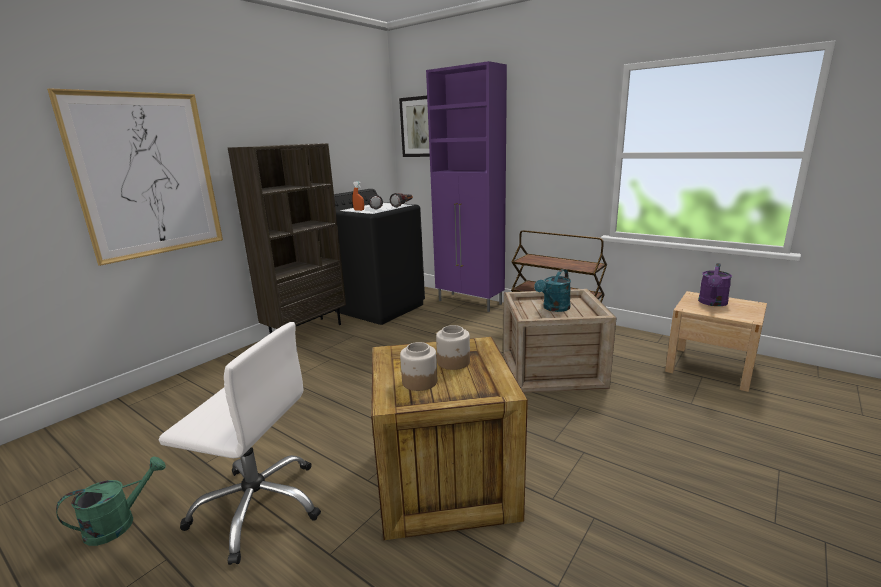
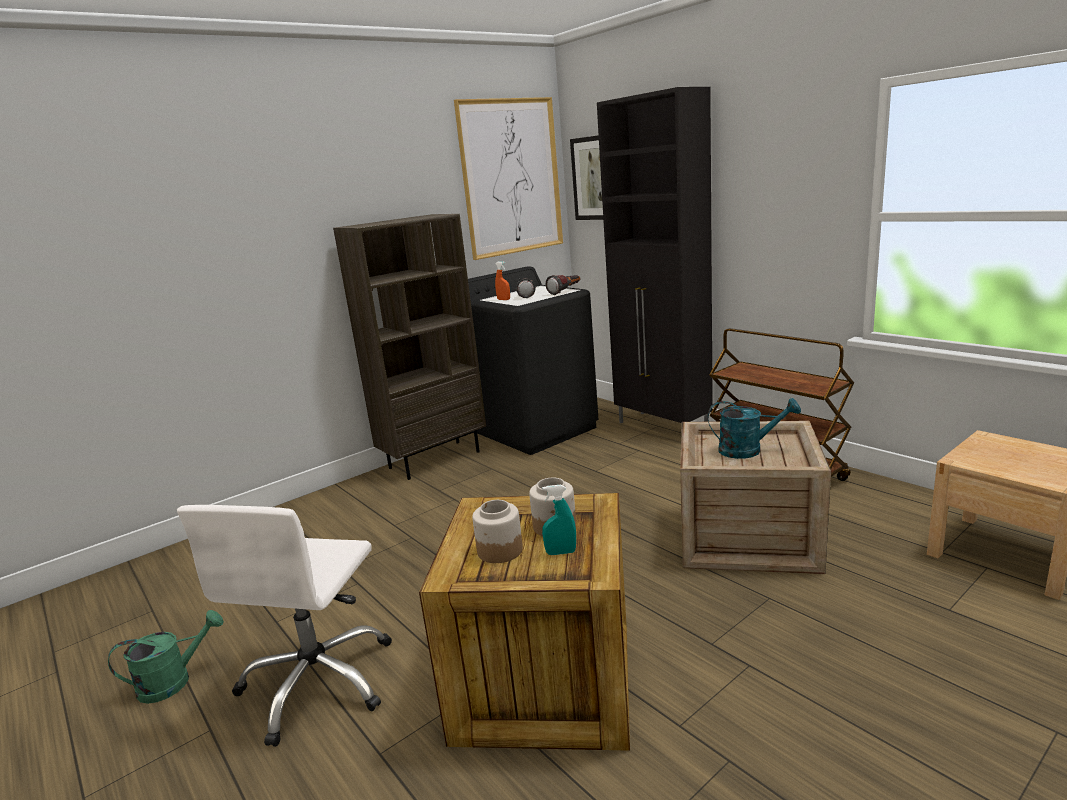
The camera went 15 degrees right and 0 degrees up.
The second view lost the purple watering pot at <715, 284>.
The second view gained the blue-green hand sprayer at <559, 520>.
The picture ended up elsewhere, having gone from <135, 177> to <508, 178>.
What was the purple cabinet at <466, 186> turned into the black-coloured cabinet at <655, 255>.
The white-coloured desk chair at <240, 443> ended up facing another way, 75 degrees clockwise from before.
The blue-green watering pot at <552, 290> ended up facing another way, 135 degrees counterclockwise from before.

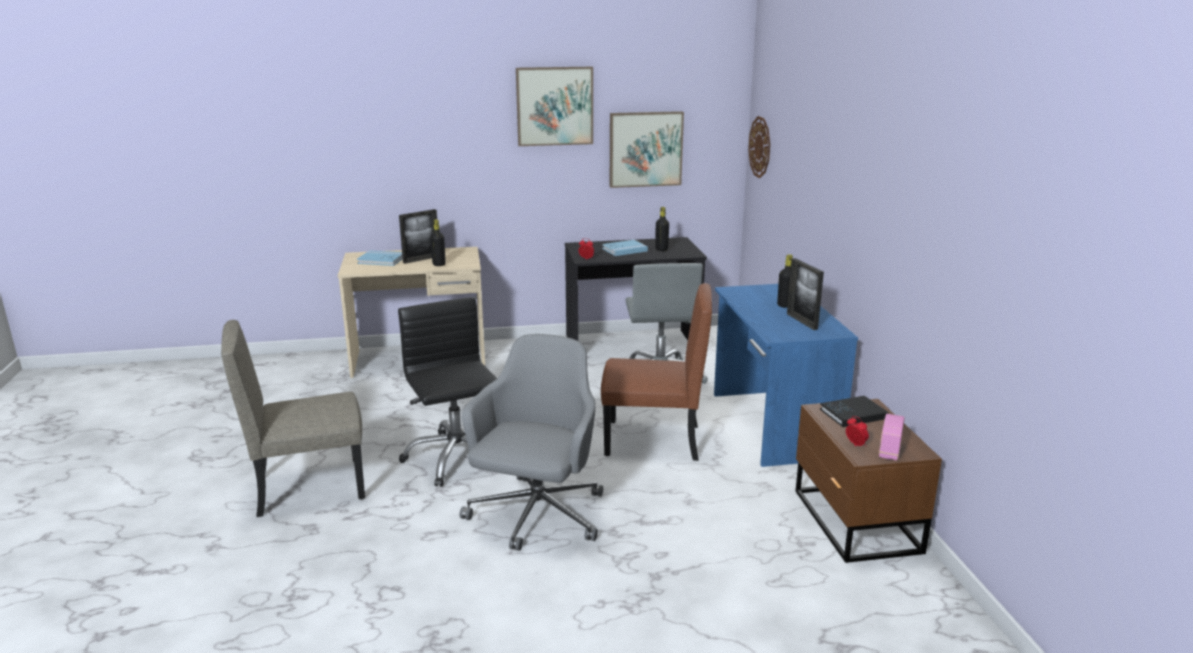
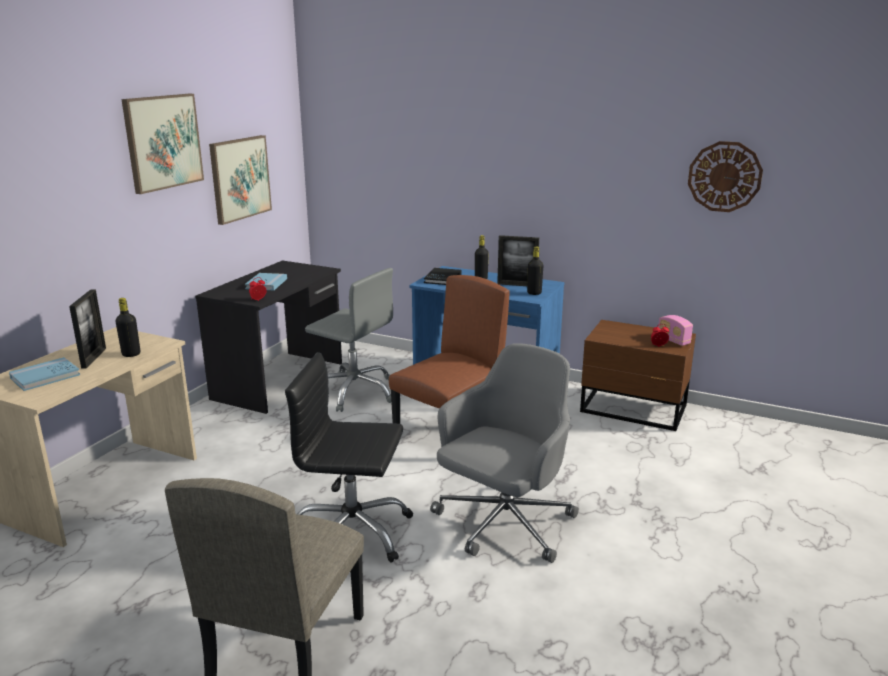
The camera went 55 degrees left and 0 degrees up.
The black-coloured bottle ended up elsewhere, having gone from <662, 229> to <535, 271>.
The clock on the wall ended up elsewhere, having gone from <759, 147> to <725, 176>.
The black-coloured book ended up elsewhere, having gone from <854, 411> to <442, 276>.
The gray desk chair at <531, 442> ended up facing another way, 75 degrees clockwise from before.

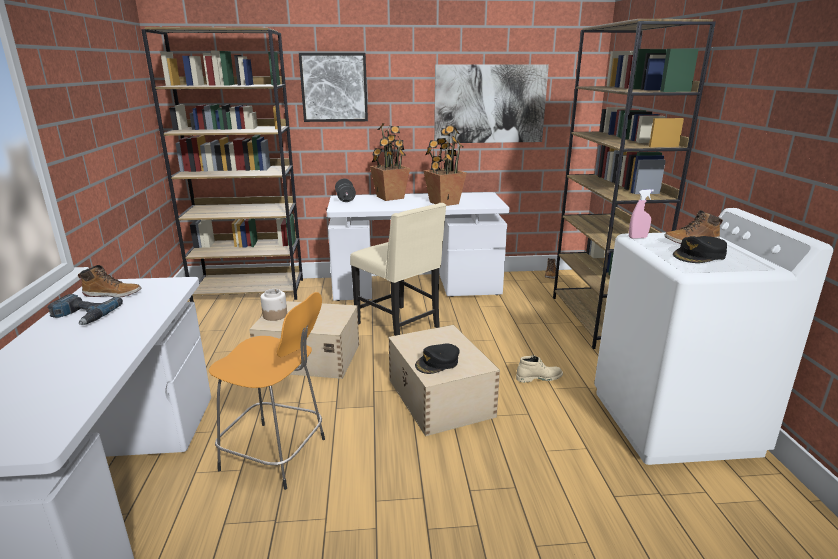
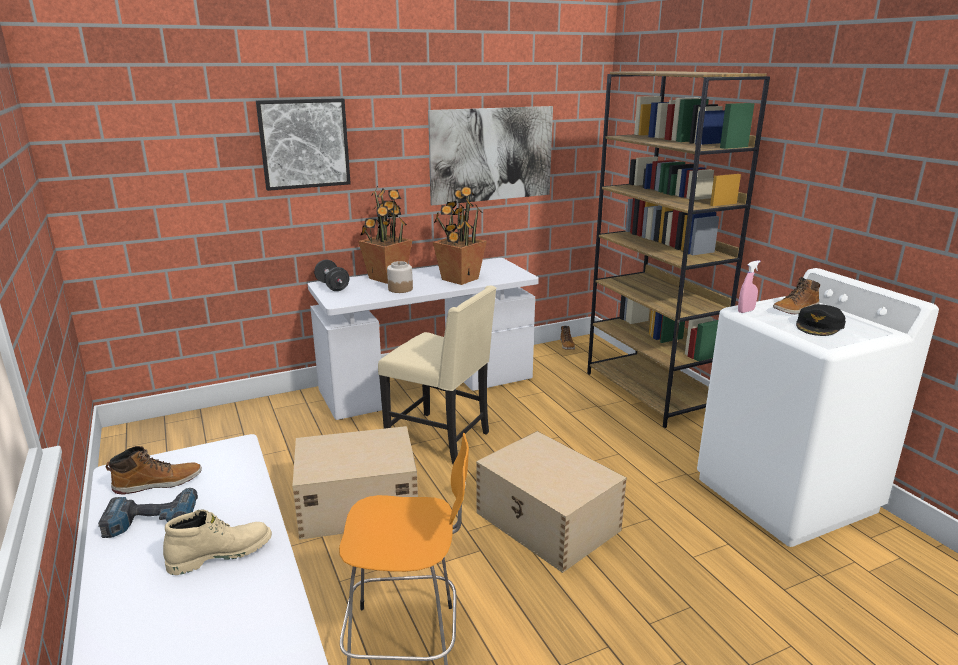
The camera went 20 degrees left and 0 degrees up.
The second view lost the brown-coloured shelving unit at <222, 164>.
The second view lost the black-coloured peaked cap at <437, 358>.
The preserve jar ended up elsewhere, having gone from <273, 305> to <400, 277>.
The beige high-top boot ended up elsewhere, having gone from <539, 369> to <217, 542>.

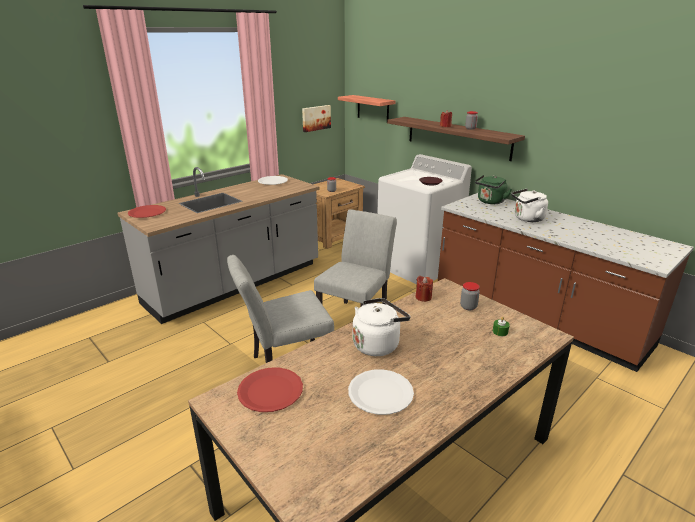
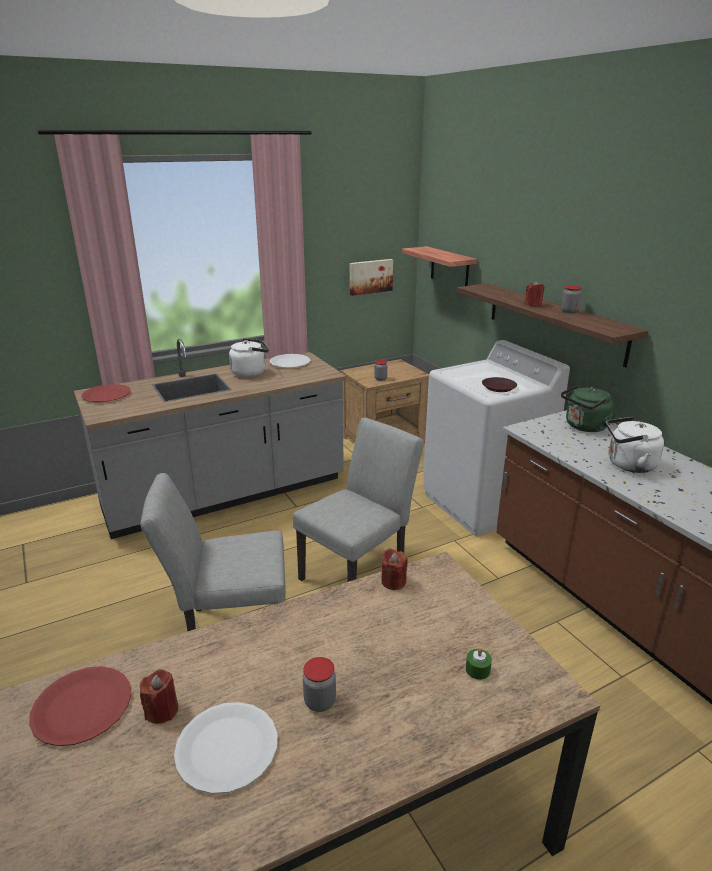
The camera went 15 degrees right and 0 degrees up.
The second view gained the red wax light at <159, 696>.
The white-coloured kettle ended up elsewhere, having gone from <381, 327> to <249, 357>.
The preserve jar ended up elsewhere, having gone from <470, 296> to <319, 684>.

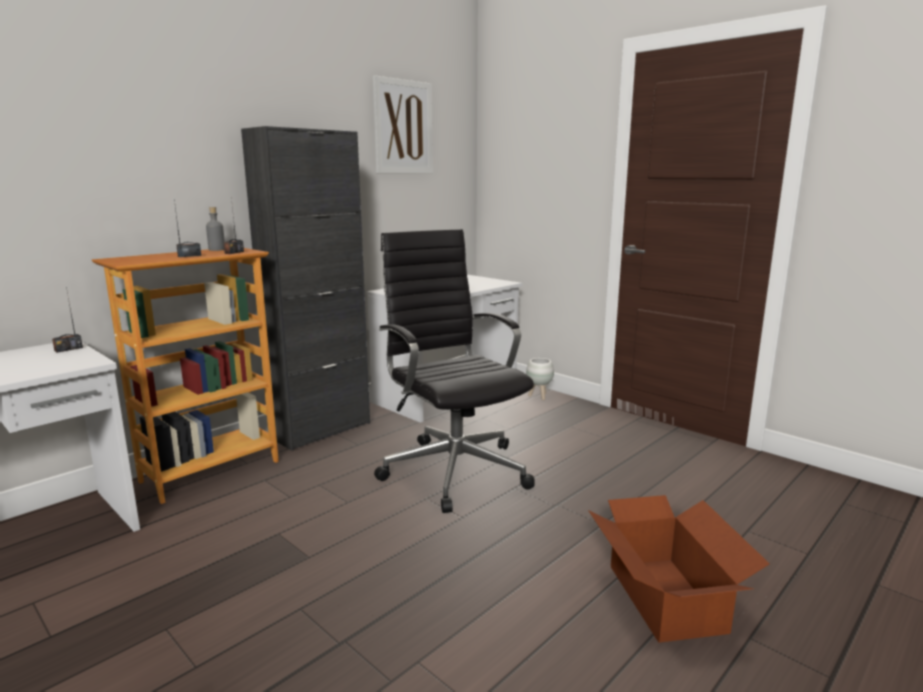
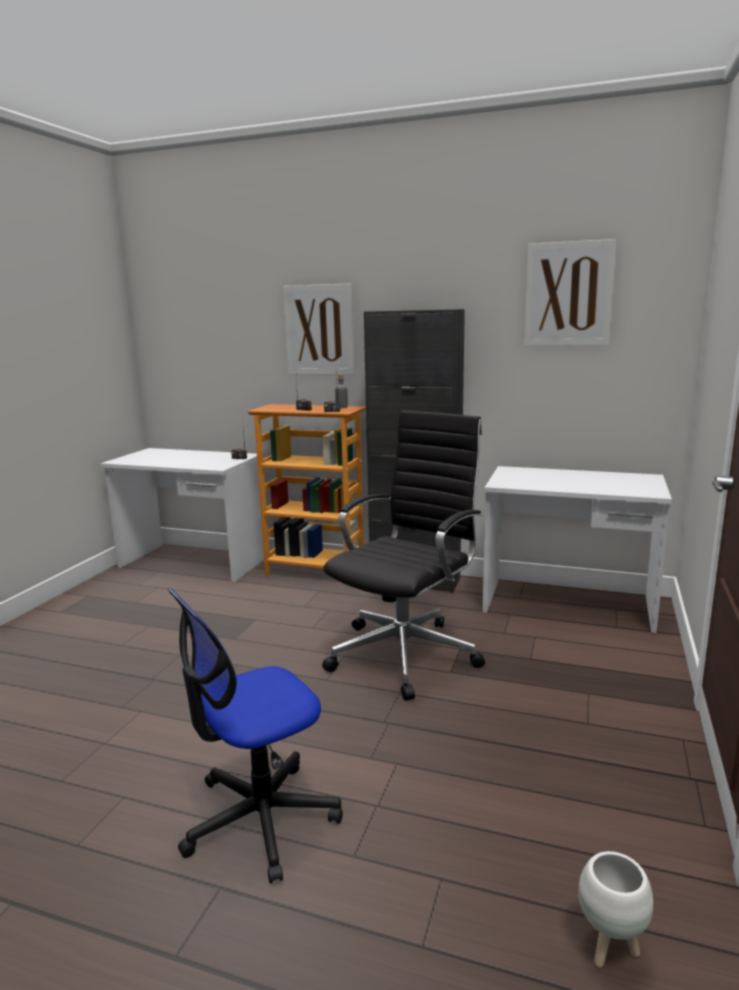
The camera went 65 degrees right and 0 degrees up.
The second view gained the picture at <319, 329>.
The white-coloured plant pot ended up elsewhere, having gone from <540, 379> to <615, 909>.
Where the packing box stood at <679, 569>, the desk chair came to stand at <255, 736>.

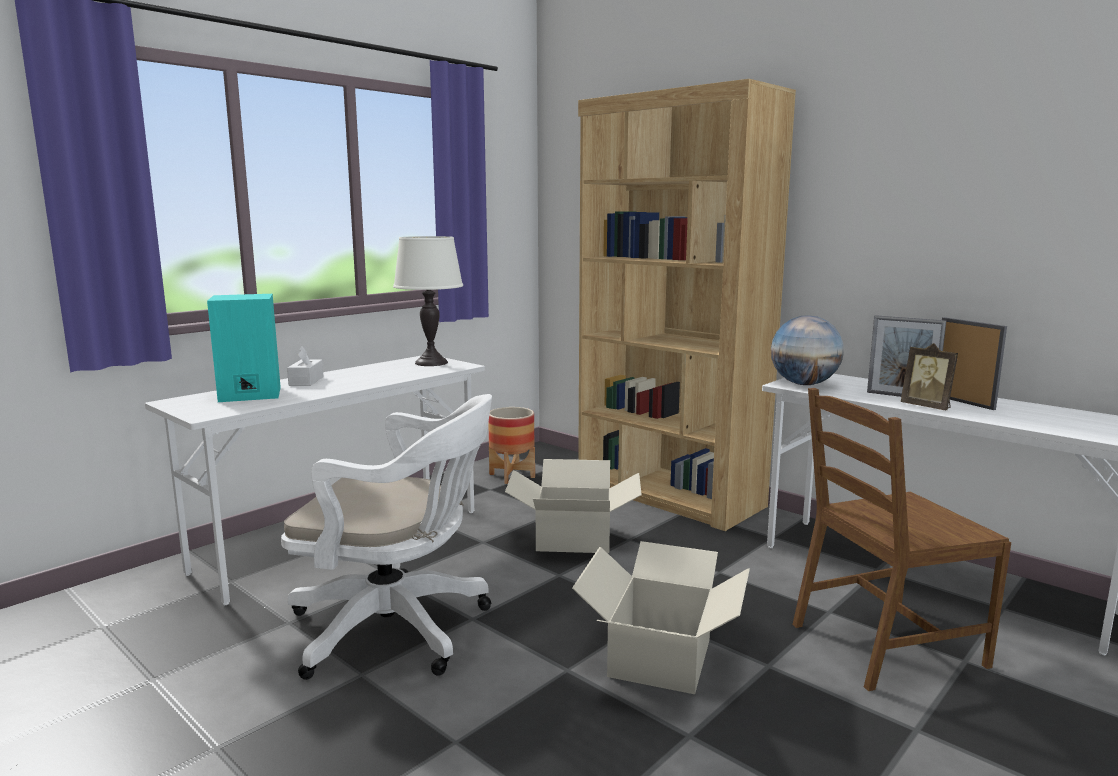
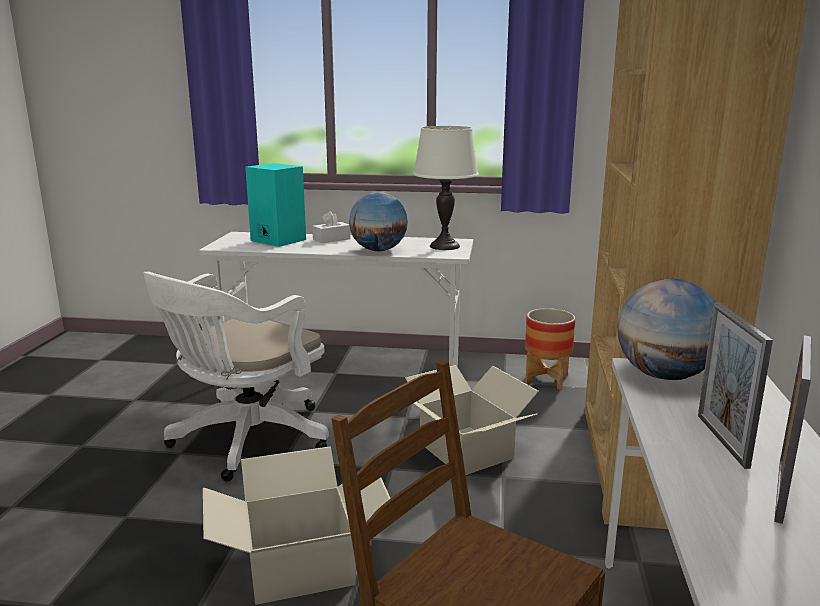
The camera went 55 degrees right and 5 degrees up.
The second view lost the standing frame at <929, 376>.
The second view gained the world globe at <378, 221>.
The white-coloured desk chair at <386, 537> ended up facing another way, 60 degrees clockwise from before.

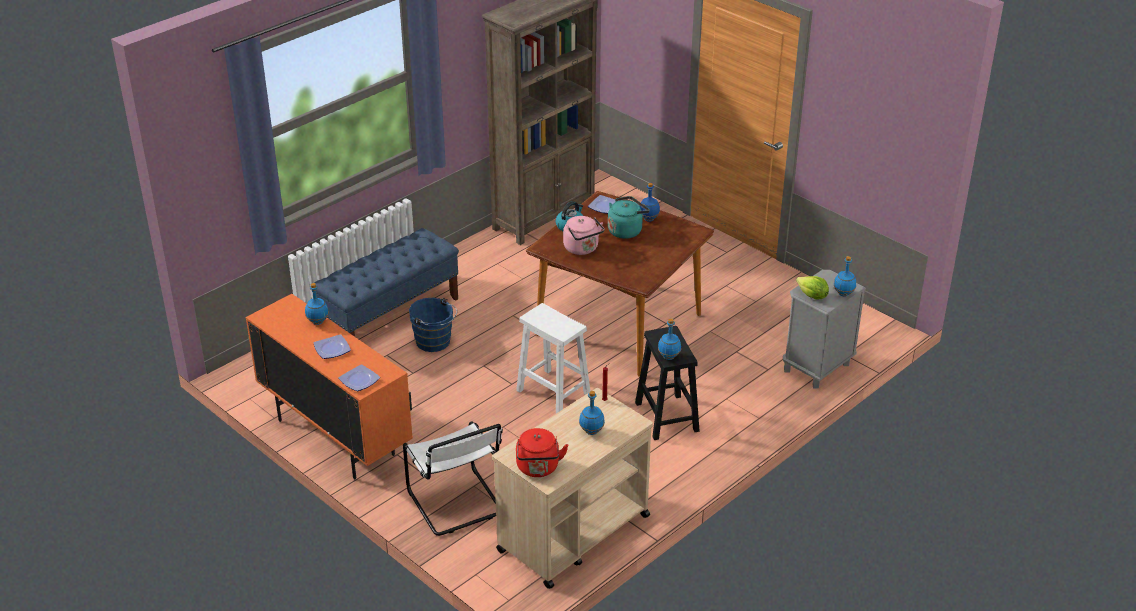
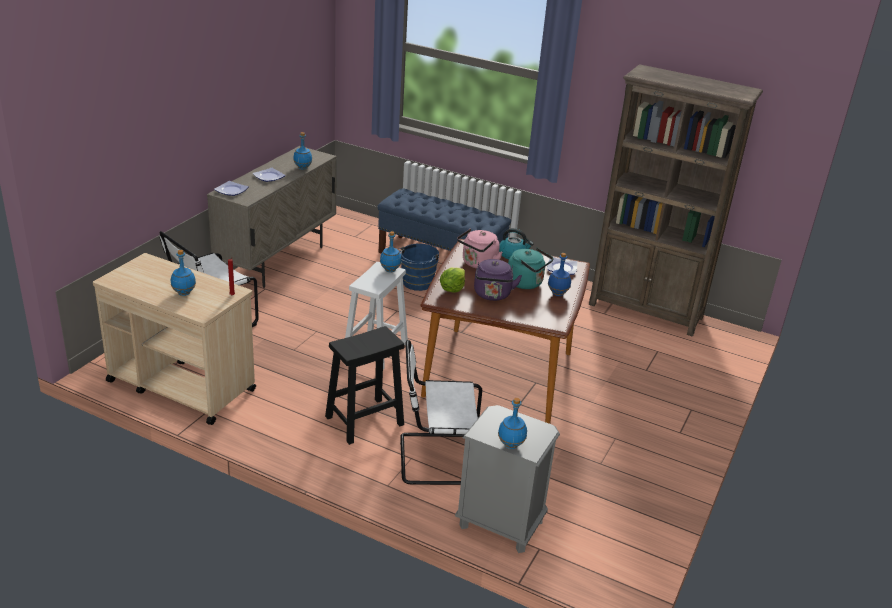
The camera went 70 degrees right and 5 degrees down.
The second view lost the red kettle at <542, 452>.
The second view gained the white-coloured chair at <441, 412>.
The second view gained the purple kettle at <498, 280>.
The blue-coloured bottle ended up elsewhere, having gone from <669, 339> to <390, 251>.
The lettuce ended up elsewhere, having gone from <812, 287> to <452, 280>.
What was the orange-coloured cabinet at <329, 387> turned into the beige cabinet at <272, 217>.

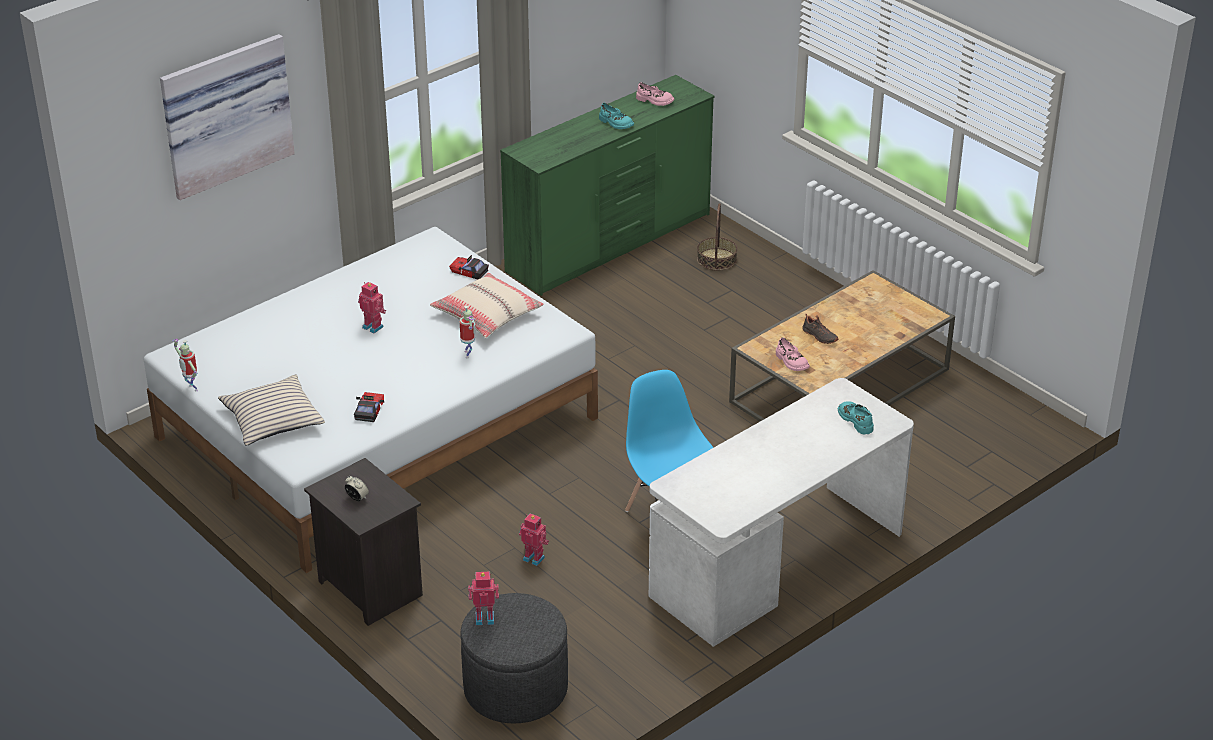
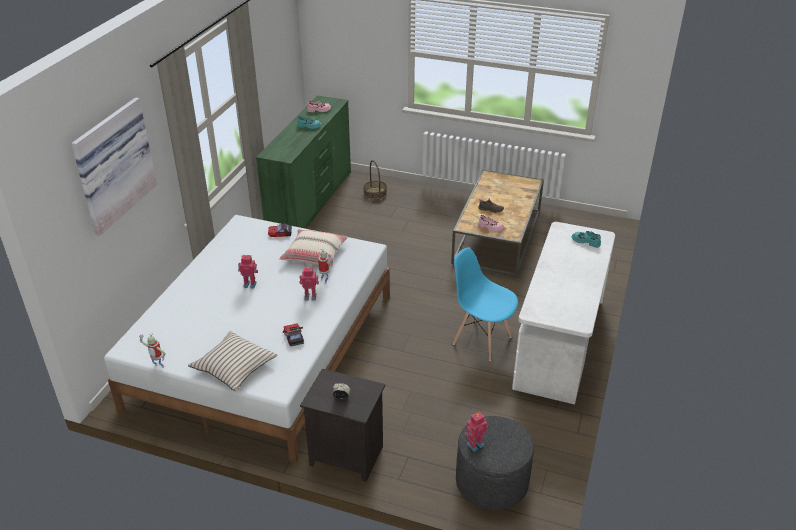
The camera went 30 degrees left and 0 degrees up.
The robot figure ended up elsewhere, having gone from <534, 539> to <309, 283>.

